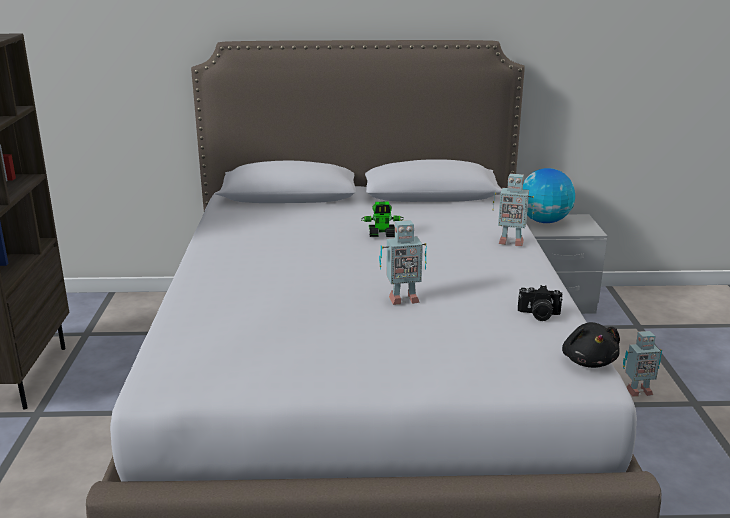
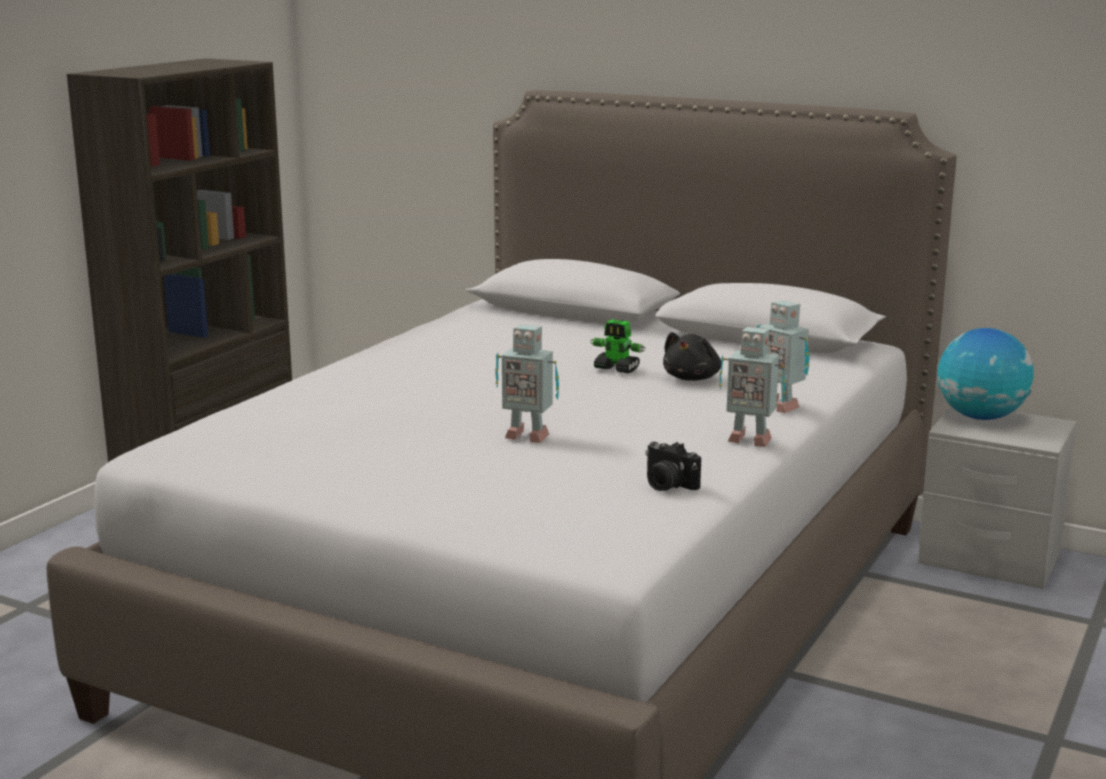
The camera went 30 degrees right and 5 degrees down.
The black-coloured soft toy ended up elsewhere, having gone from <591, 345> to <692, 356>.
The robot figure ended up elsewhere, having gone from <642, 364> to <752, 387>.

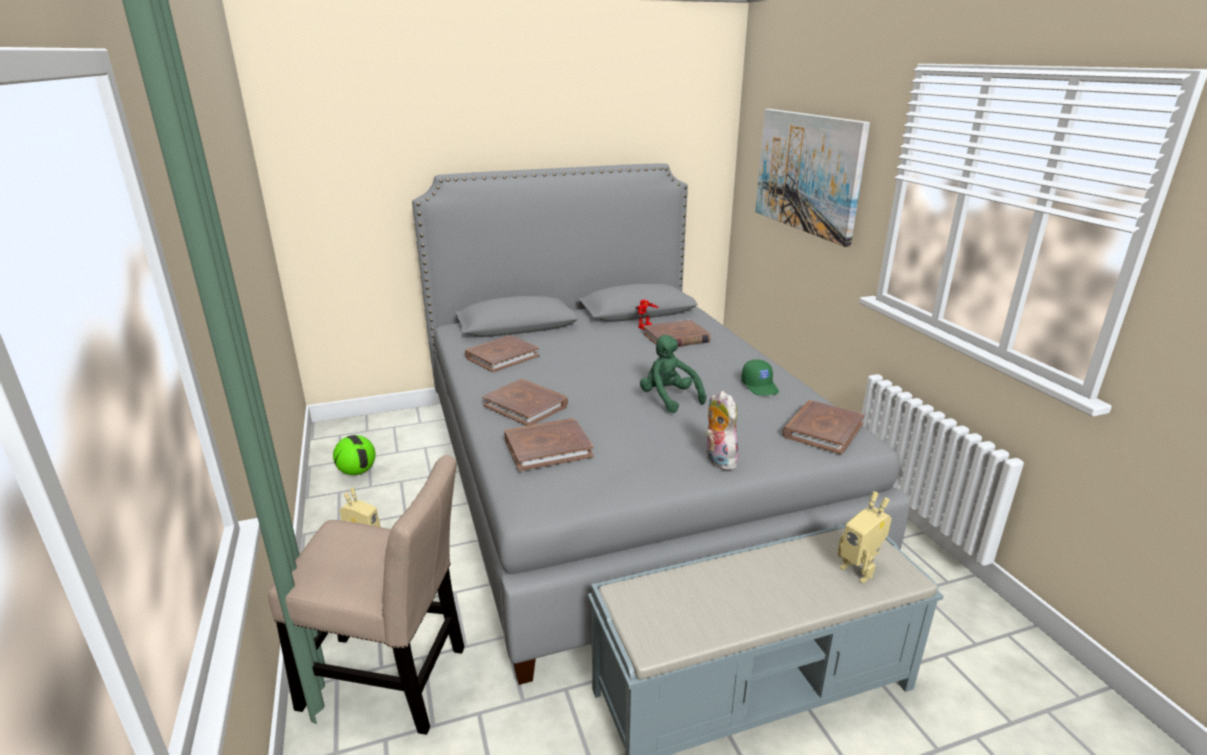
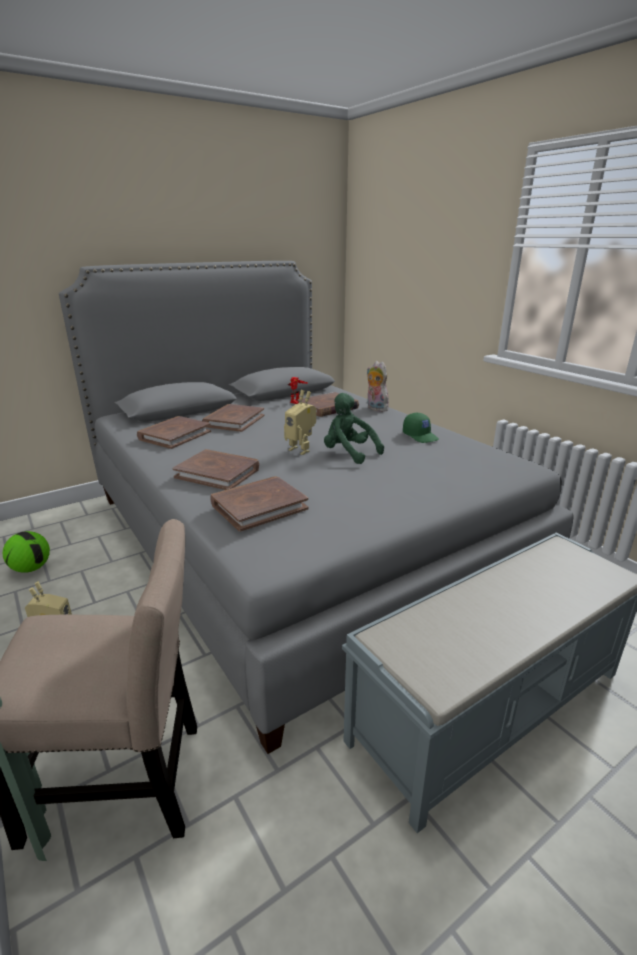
The camera went 15 degrees left and 0 degrees up.
The second view lost the picture at <812, 178>.
The soft toy ended up elsewhere, having gone from <722, 430> to <378, 386>.
The brown-coloured book ended up elsewhere, having gone from <823, 427> to <233, 418>.
The robot figure ended up elsewhere, having gone from <865, 537> to <300, 422>.

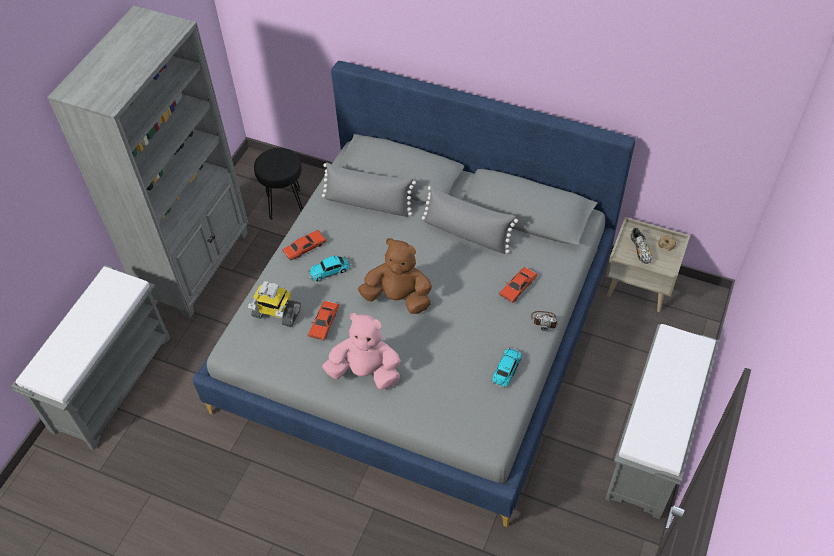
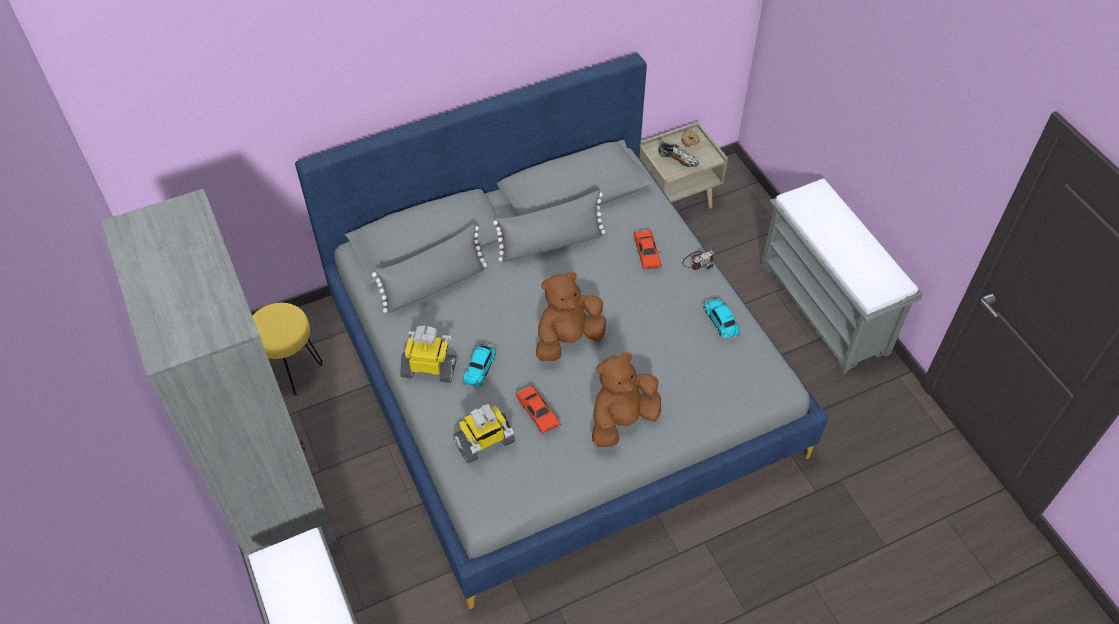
The camera went 50 degrees left and 0 degrees up.
Where the red miniature car stood at <304, 245>, the robot figure came to stand at <428, 354>.
What was the black-coloured stool seat at <278, 184> turned into the yellow stool seat at <287, 349>.
What was the pink soft toy at <361, 351> turned into the brown-coloured soft toy at <626, 399>.

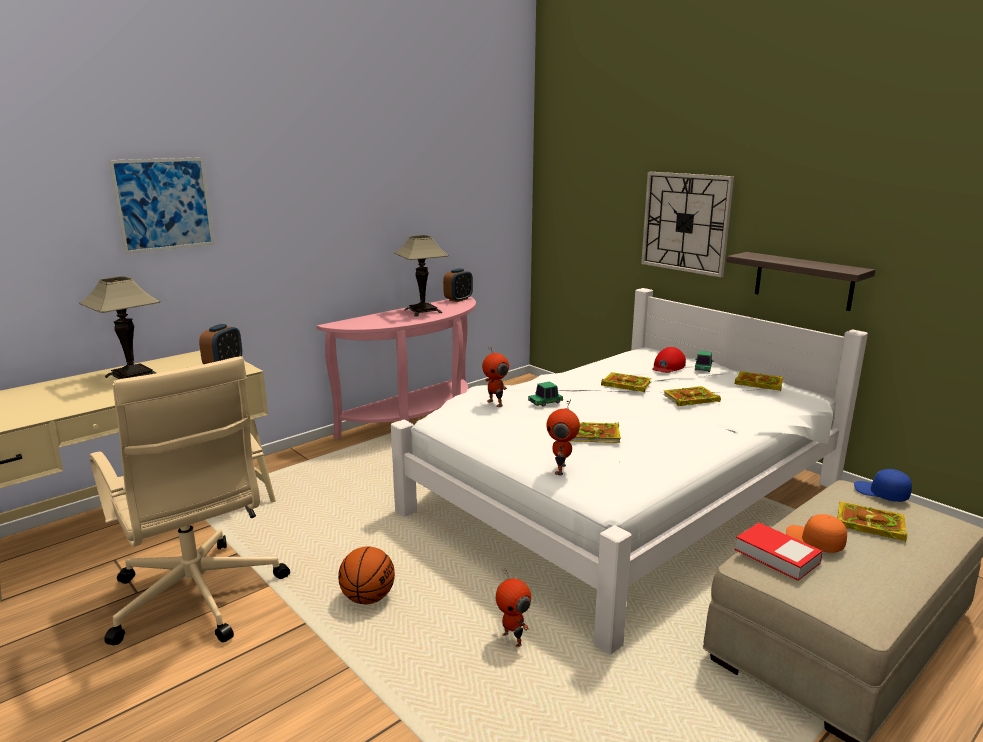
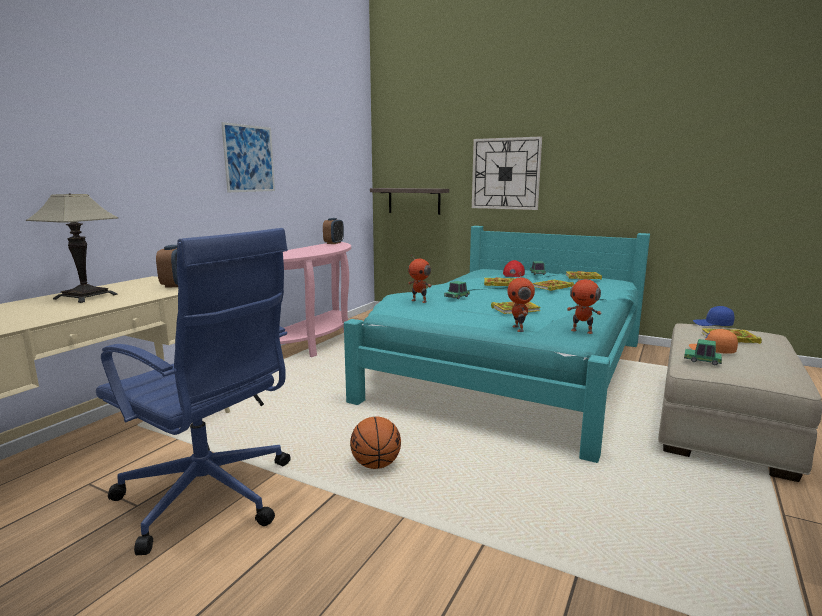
The camera went 20 degrees left and 5 degrees down.
The second view lost the lamp for a table at <421, 276>.
The picture ended up elsewhere, having gone from <161, 205> to <248, 157>.
The robot figure ended up elsewhere, having gone from <513, 607> to <584, 304>.
The shelf ended up elsewhere, having gone from <800, 281> to <409, 201>.
Where the book stood at <779, 552>, the miniature car came to stand at <703, 352>.
What was the beige desk chair at <189, 501> turned into the blue-coloured desk chair at <193, 391>.
What was the white-coloured bedroom bed at <629, 471> turned into the blue-green bedroom bed at <497, 344>.

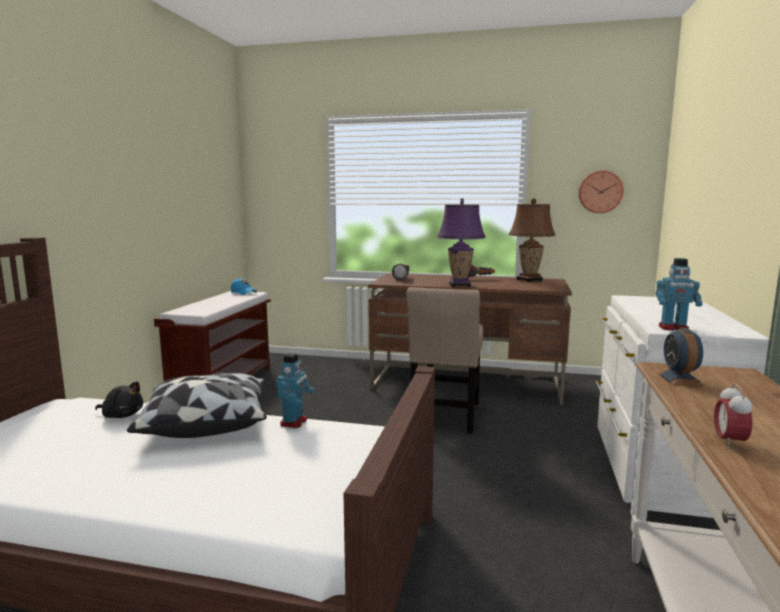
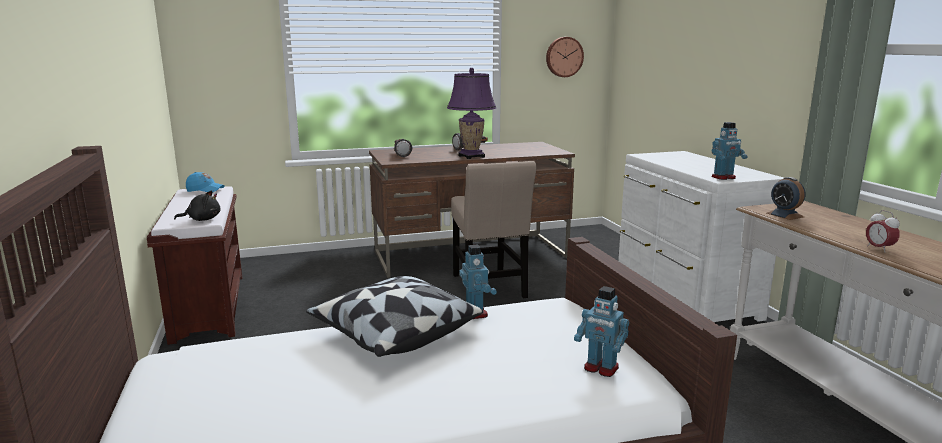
The camera went 30 degrees left and 5 degrees up.
The second view lost the brown-coloured lamp for a table at <532, 240>.
The second view gained the robot figure at <601, 331>.
The black-coloured soft toy ended up elsewhere, having gone from <119, 399> to <197, 206>.

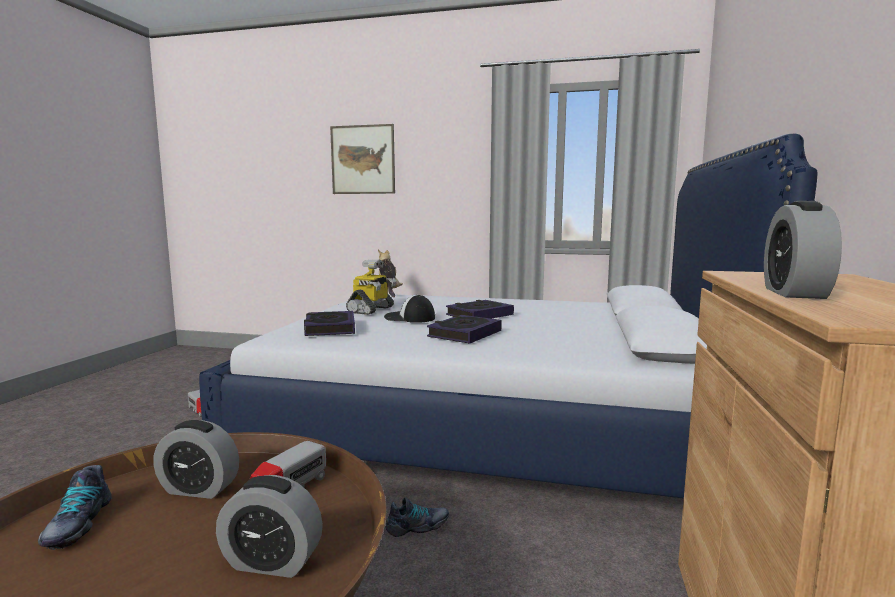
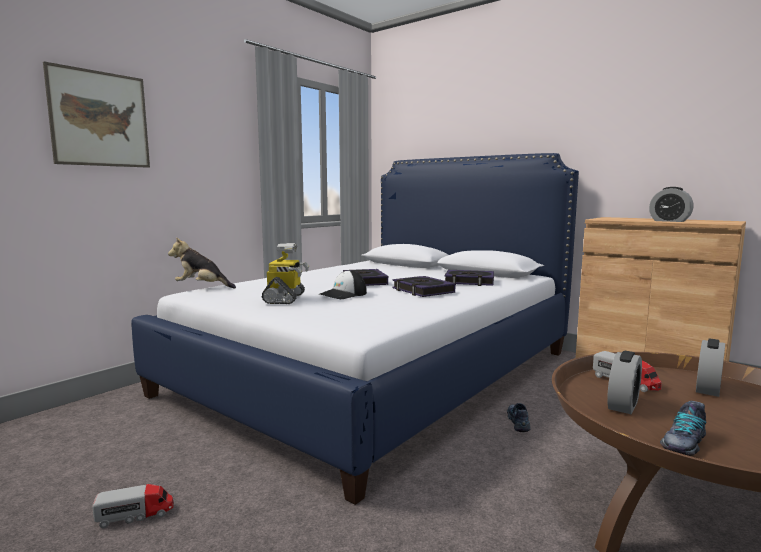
The camera went 65 degrees left and 0 degrees up.
The book ended up elsewhere, having gone from <329, 323> to <469, 278>.
The low shoe at <75, 507> ended up facing another way, 120 degrees clockwise from before.
The robot figure at <371, 287> ended up facing another way, 45 degrees clockwise from before.

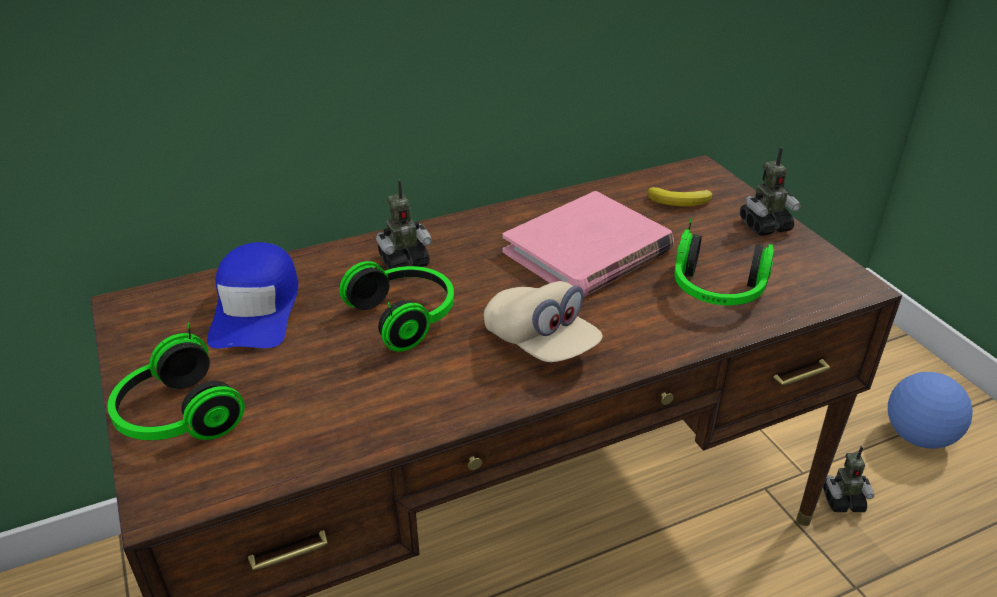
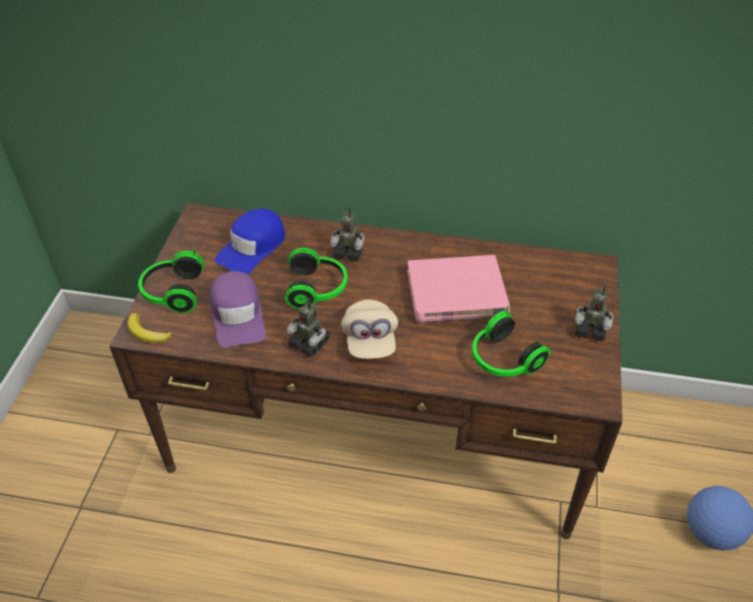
The camera went 35 degrees right and 10 degrees up.
The second view gained the purple peaked cap at <238, 309>.
The whole banana ended up elsewhere, having gone from <680, 196> to <150, 328>.
The robot figure ended up elsewhere, having gone from <848, 479> to <308, 327>.

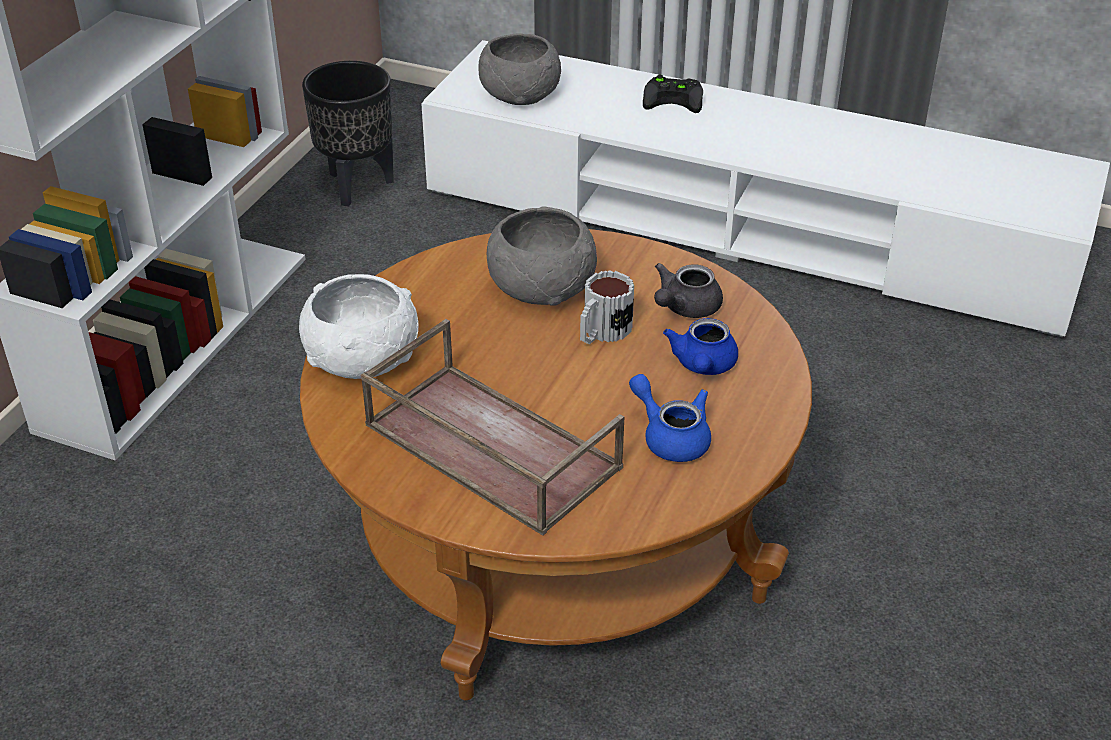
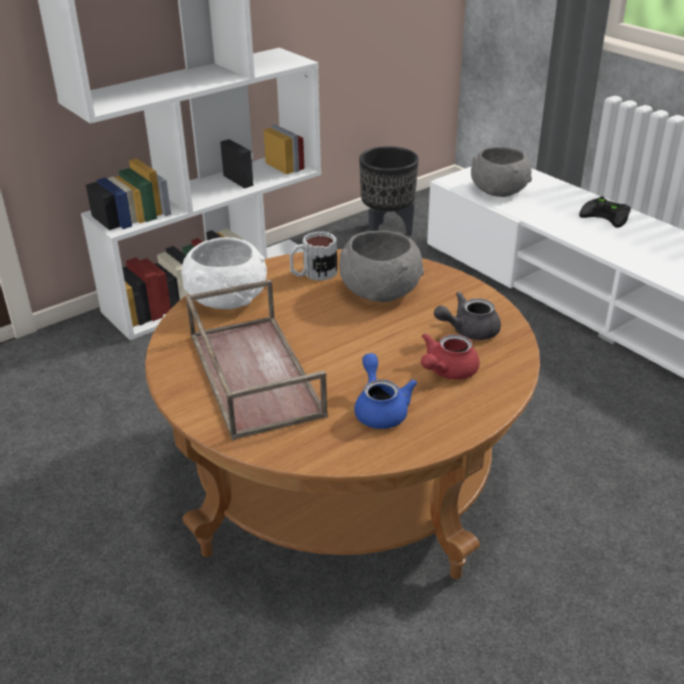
The camera went 30 degrees right and 5 degrees down.
The mug ended up elsewhere, having gone from <607, 307> to <313, 256>.
What was the blue-coloured tea pot at <700, 346> turned into the red tea pot at <450, 356>.

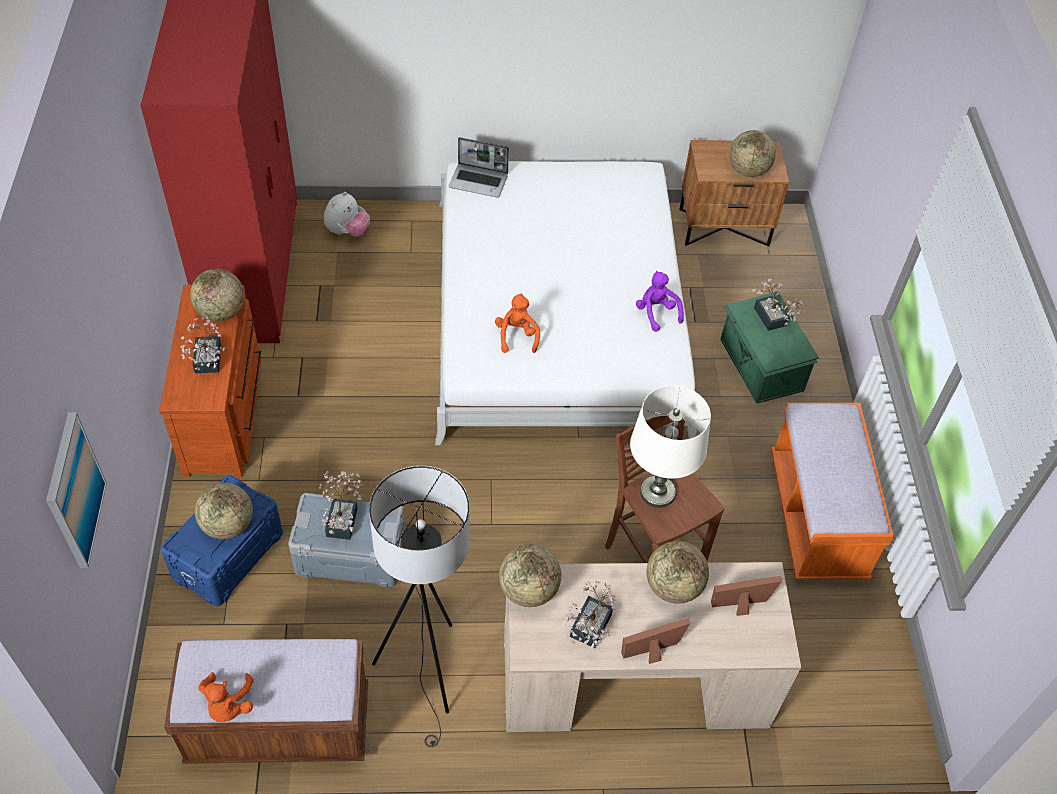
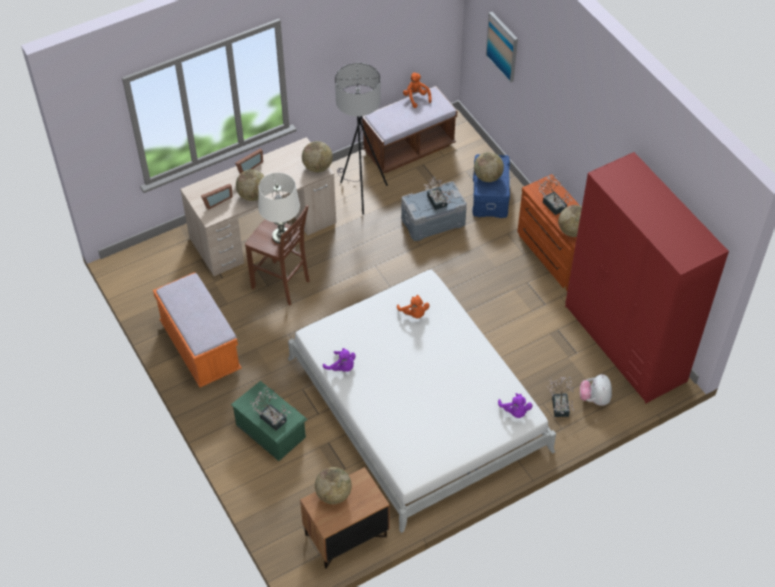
The camera went 155 degrees right and 0 degrees up.
The houseplant ended up elsewhere, having gone from <589, 614> to <560, 397>.
Where the notebook computer stood at <479, 167>, the purple soft toy came to stand at <515, 405>.

